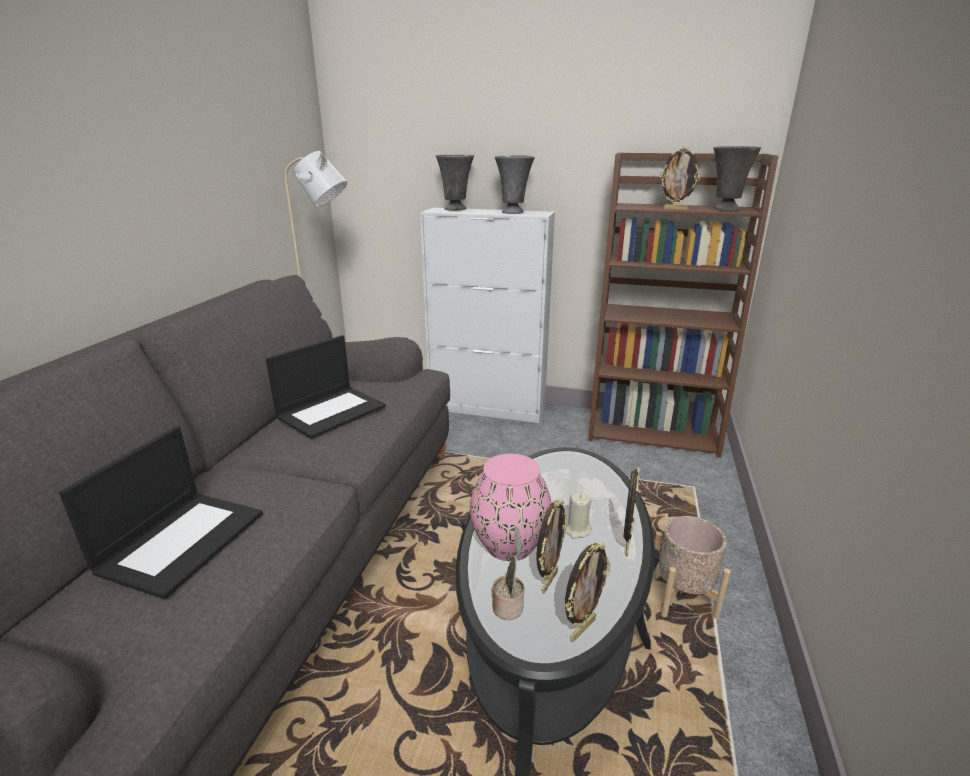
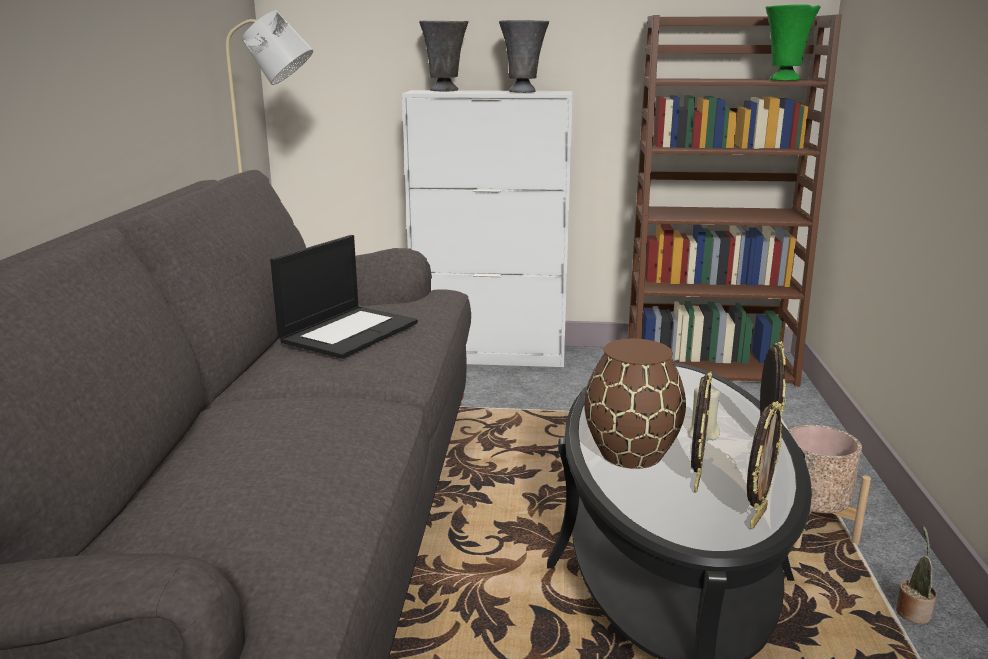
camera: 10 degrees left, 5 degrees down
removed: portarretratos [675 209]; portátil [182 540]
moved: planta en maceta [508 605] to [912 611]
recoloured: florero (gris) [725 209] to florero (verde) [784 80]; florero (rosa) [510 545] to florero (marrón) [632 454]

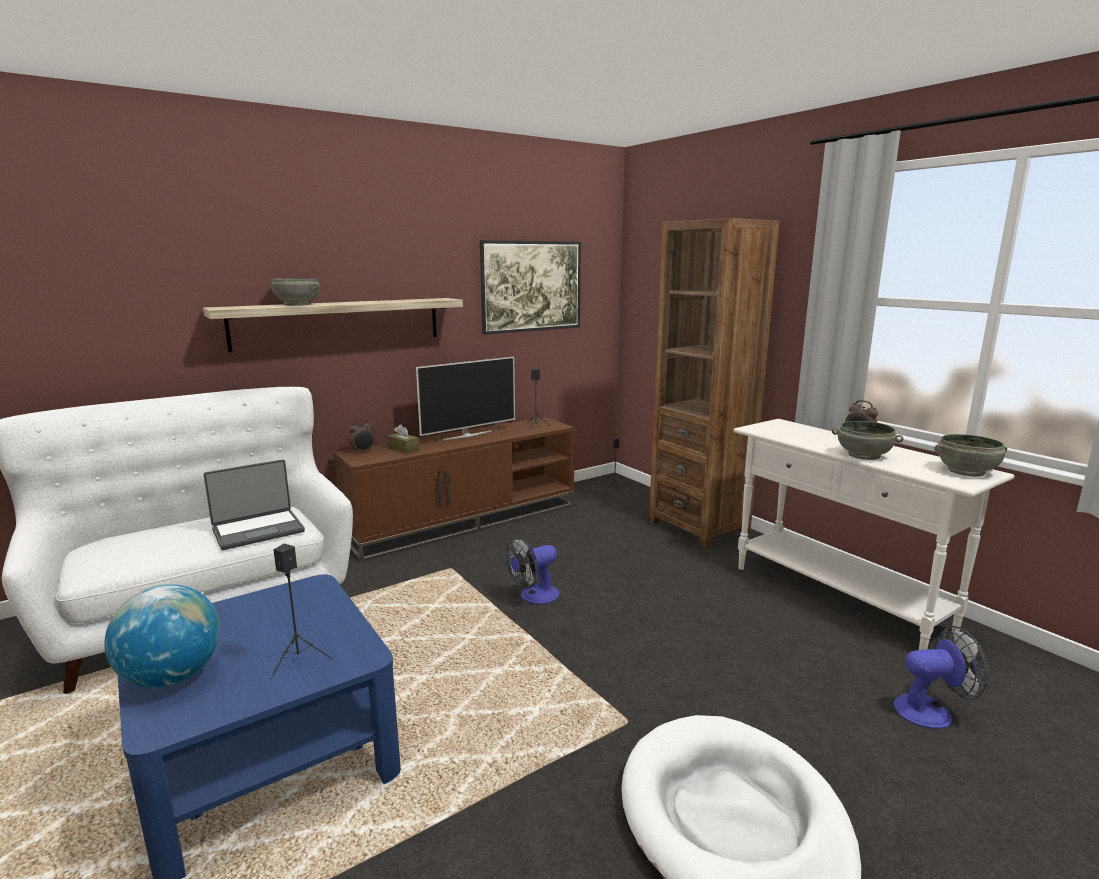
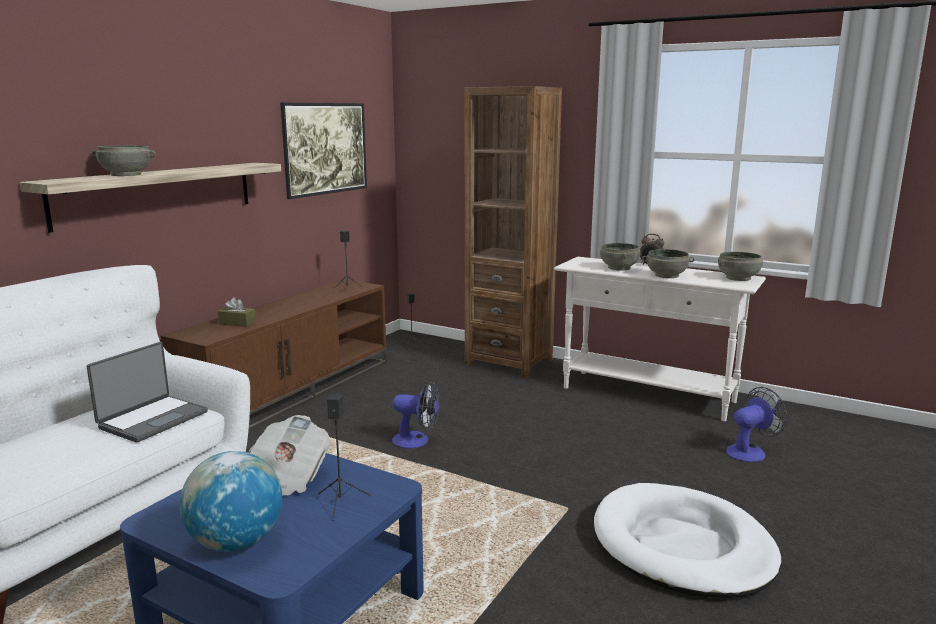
camera: 25 degrees left, 0 degrees up
removed: televisor [467 435]; despertador [363 452]
added: cuenco (gris) [619 268]; periódico [286 478]
turned: ventilador [534 596] = [417 441] 105 degrees counterclockwise

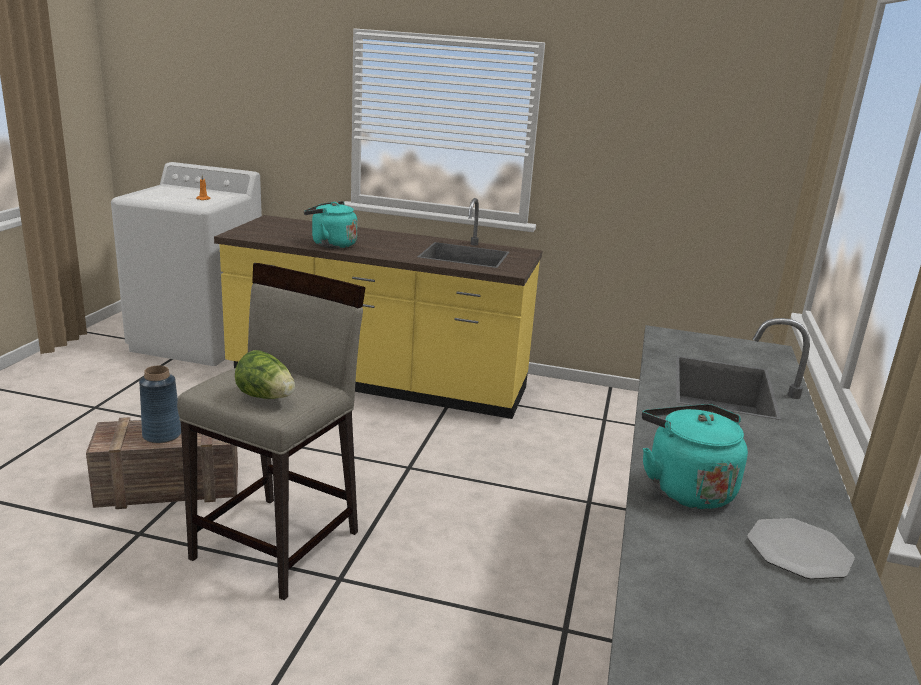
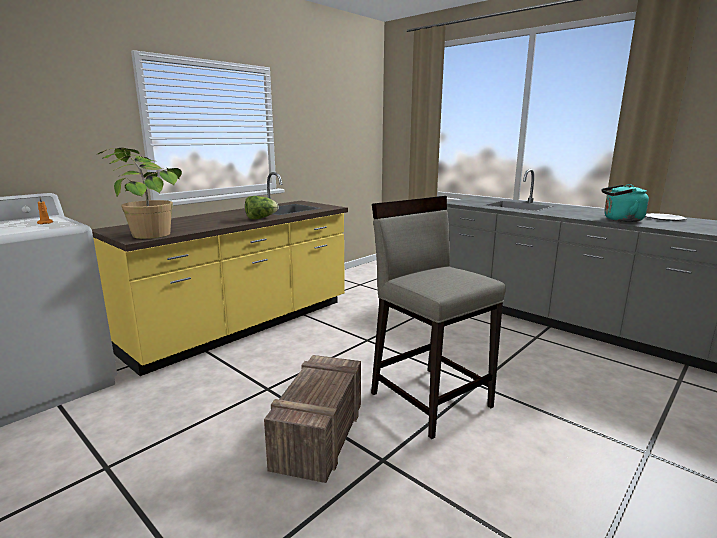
camera: 60 degrees left, 5 degrees down
removed: hervidor (turquesa) [331 244]; florero (azul) [162 435]
added: planta en maceta [146 231]
moved: lechuga [266 397] to [261 218]

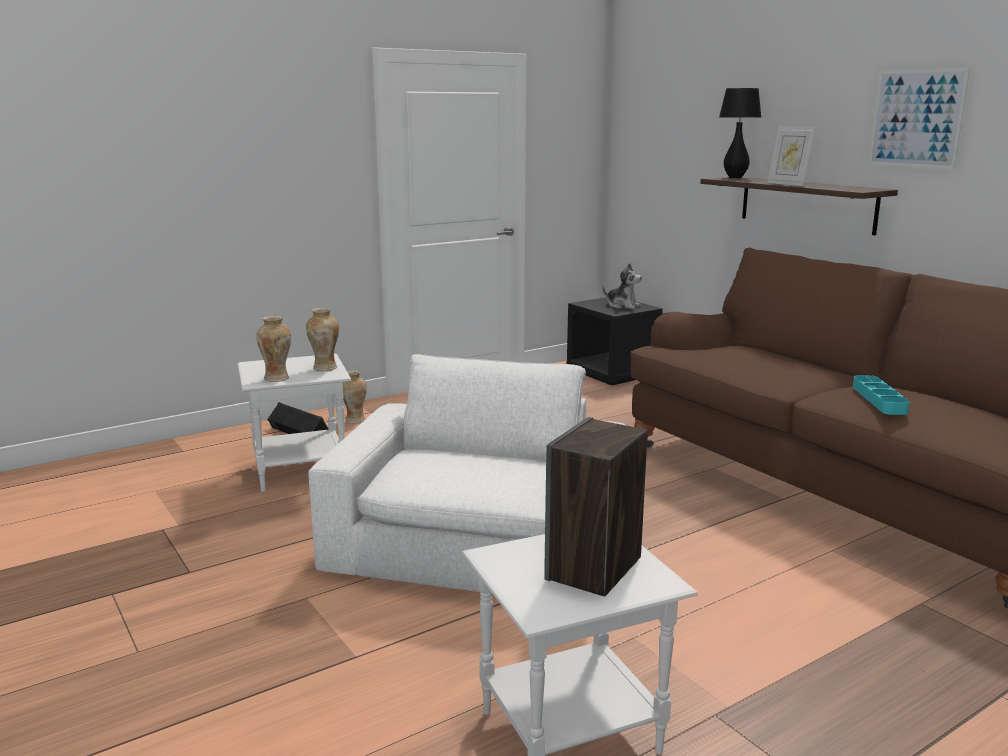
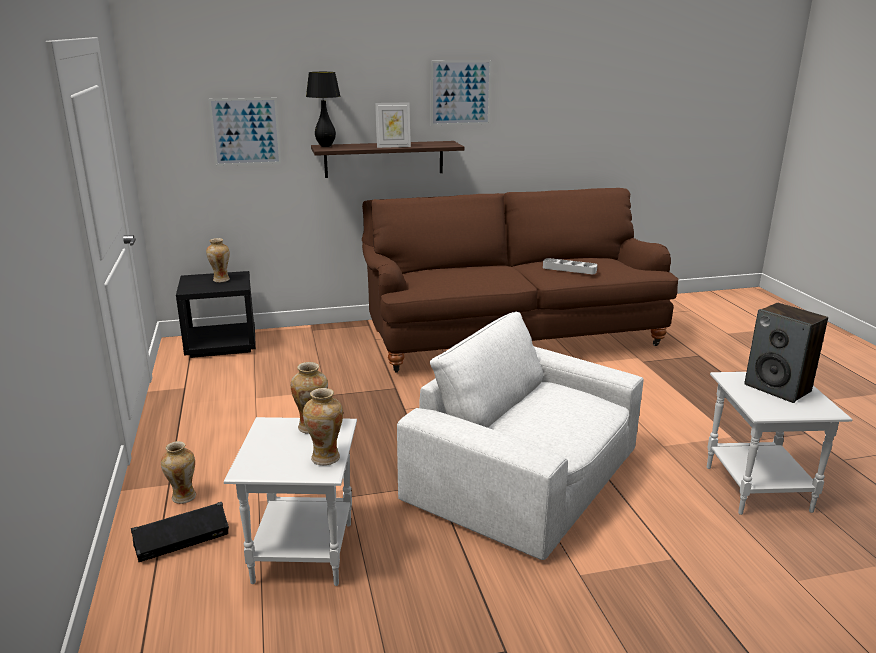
camera: 70 degrees left, 5 degrees up
added: cuadro [245 131]
replaced: peluche [622 306] to florero [220 280]
recoloured: bandeja (turquesa) [879 399] to bandeja (gris) [569 269]

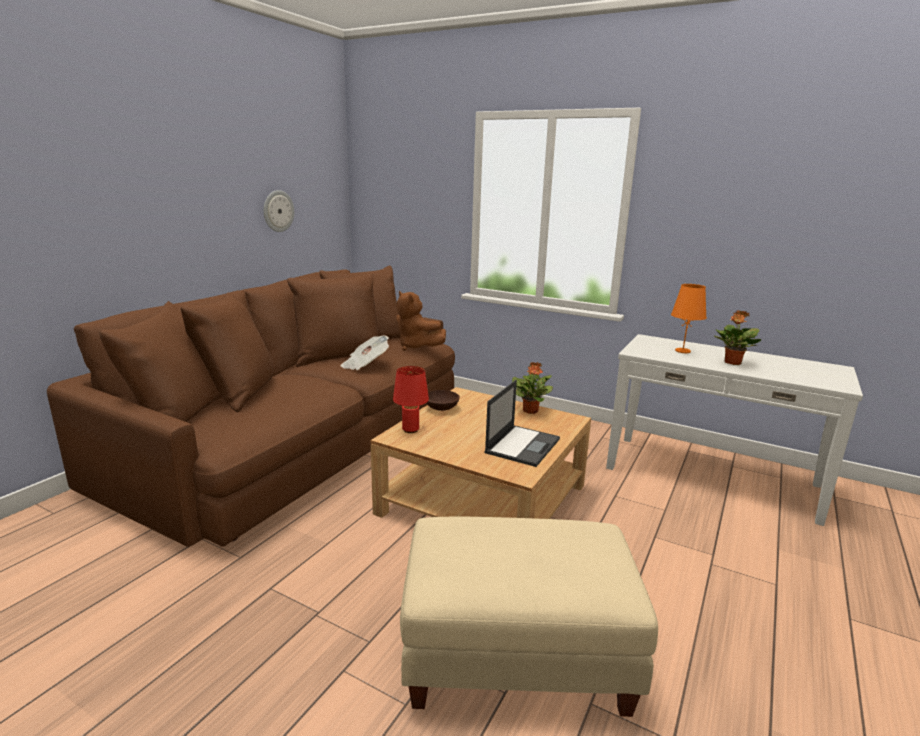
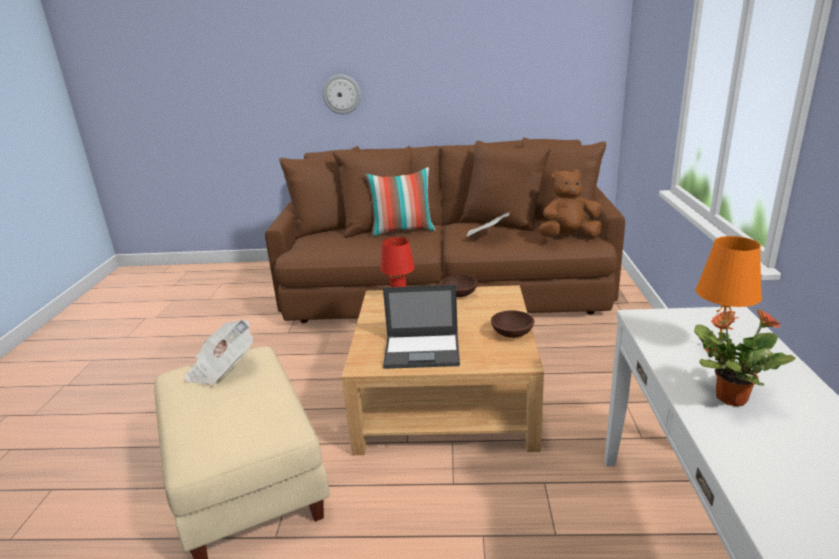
camera: 65 degrees right, 5 degrees up
added: cojín [402 230]; periódico [222 369]
moved: reloj de pared [278 211] to [341 94]
replaced: planta en maceta [530 410] to cuenco (marrón) [512 334]
turned: peluche (marrón) [416 347] = [568 237] 60 degrees clockwise

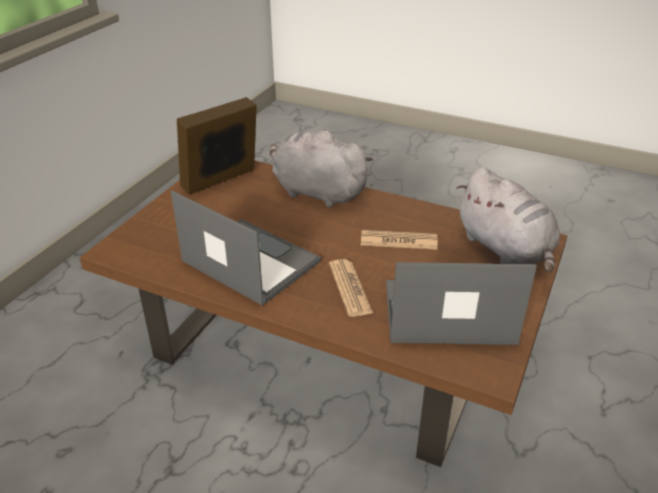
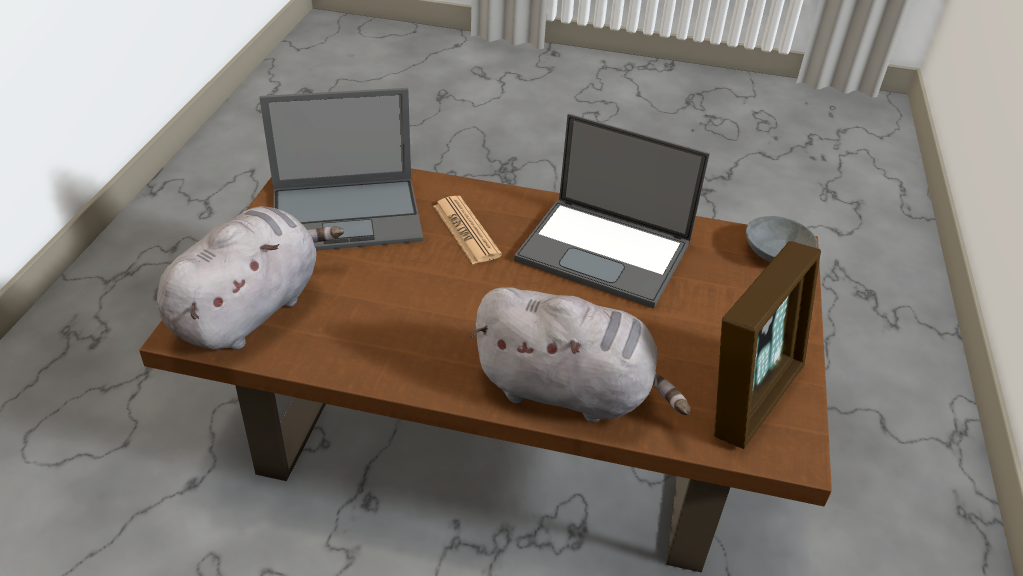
camera: 165 degrees right, 5 degrees up
removed: periódico [398 241]
added: cuenco (gris) [777 253]
turned: peluche (gris) [505 249] = [251 309] 75 degrees clockwise

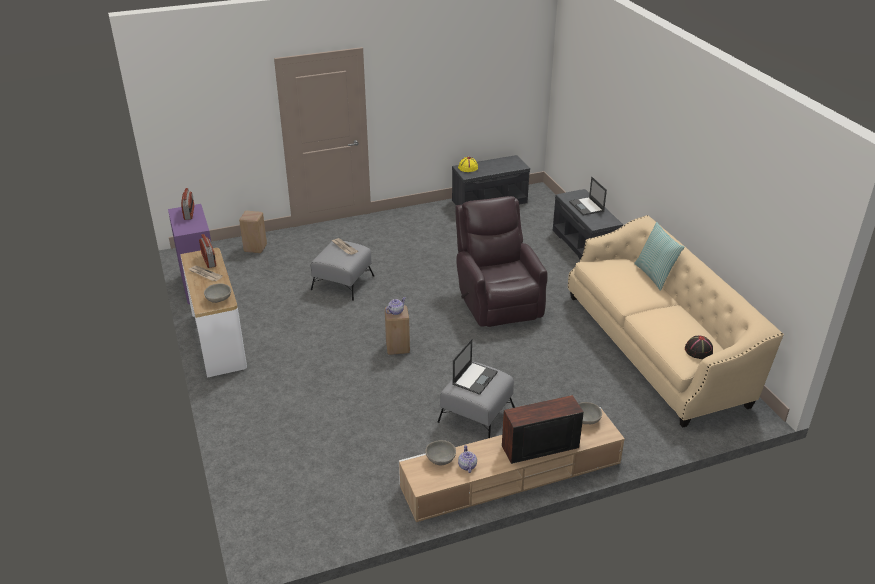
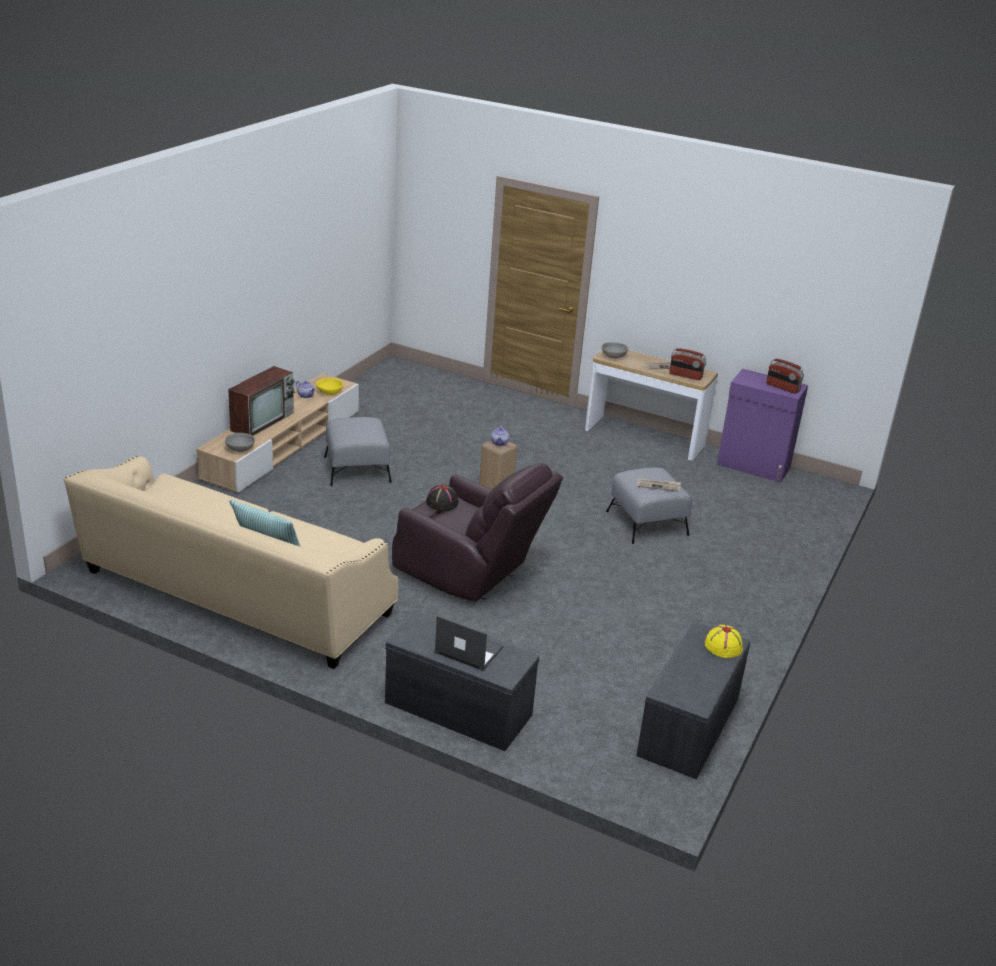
camera: 135 degrees right, 5 degrees down
removed: taburete (beis) [255 248]; portátil [475 378]
moved: sombrero (negro) [698 351] to [441 502]
recoloured: cuenco (gris) [440 459] to cuenco (amarillo) [329 392]

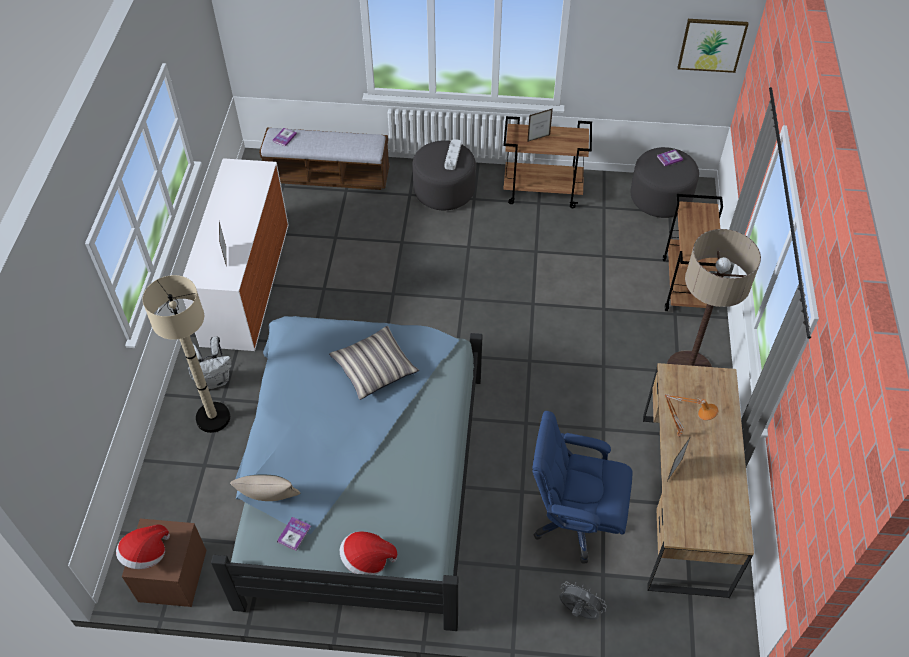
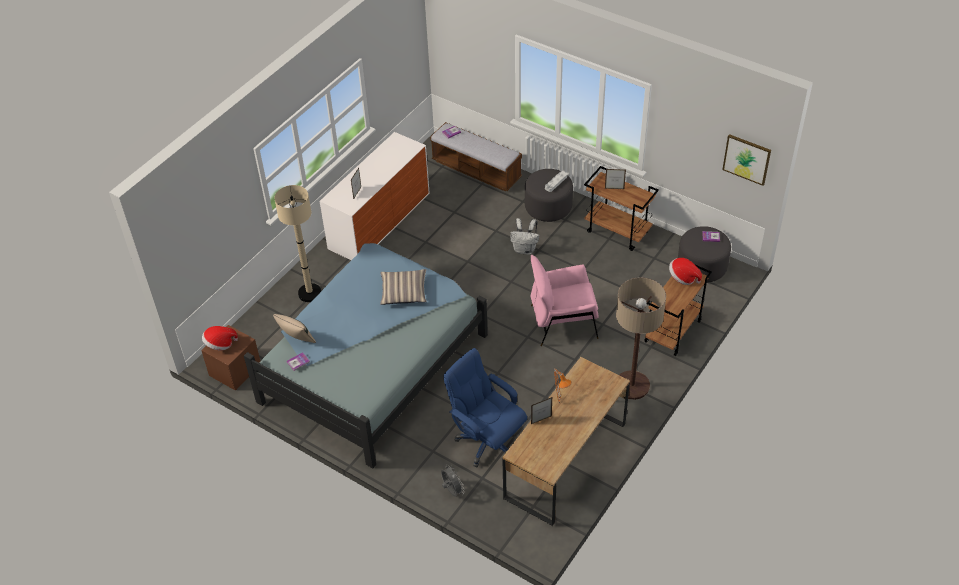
camera: 30 degrees right, 5 degrees down
added: sillón (rosa) [563 322]
moved: mochila (blanco) [215 380] to [525 249]; sombrero [367 559] to [683 277]

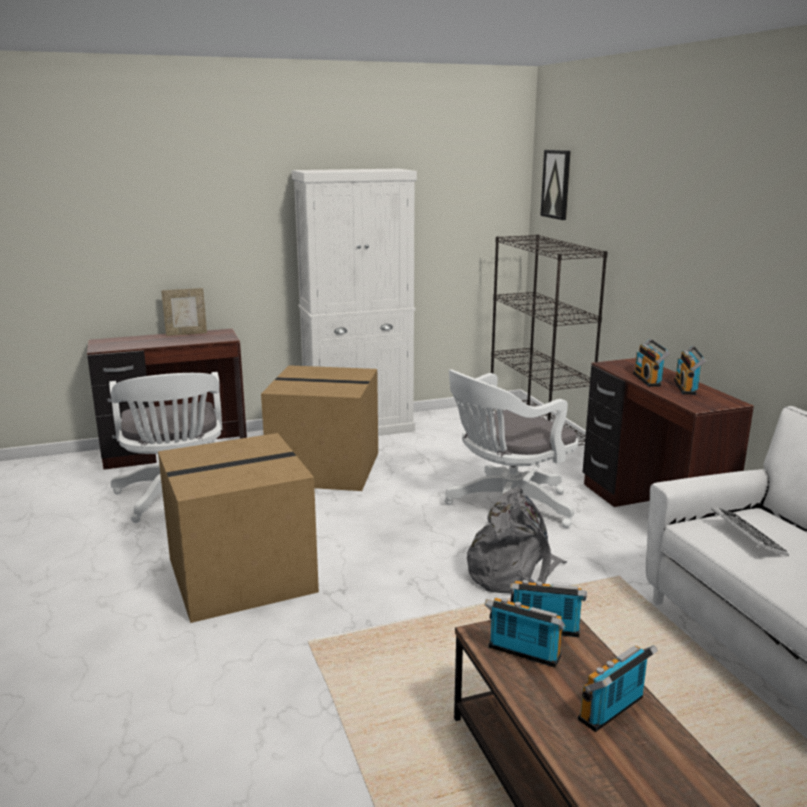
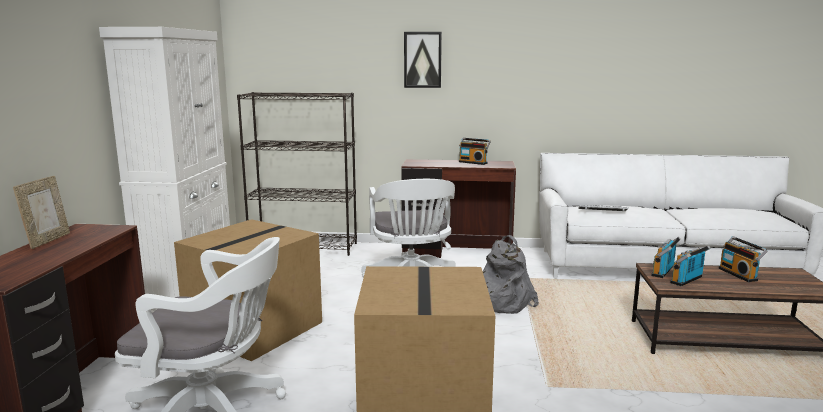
camera: 65 degrees left, 5 degrees down
removed: radio [649 380]
moved: cuadro [556 184] to [422 60]

